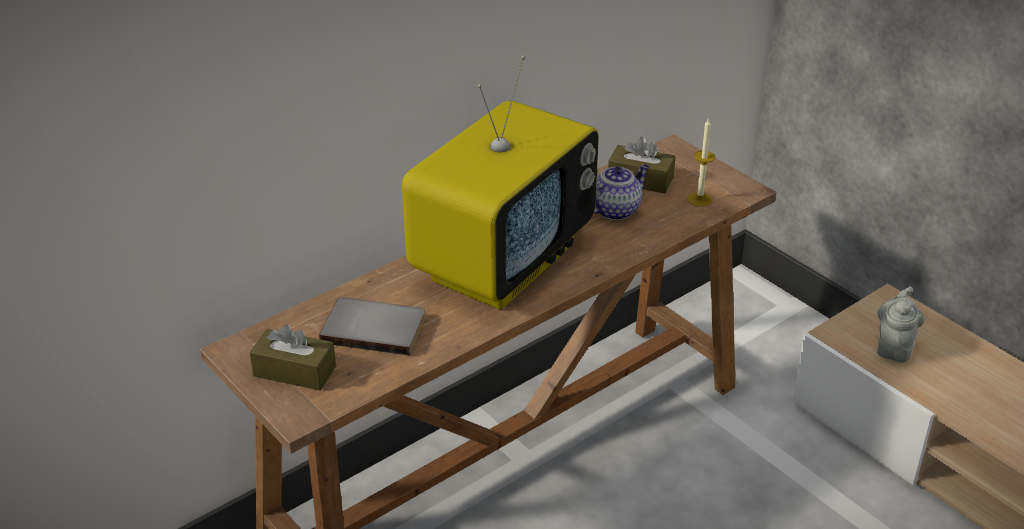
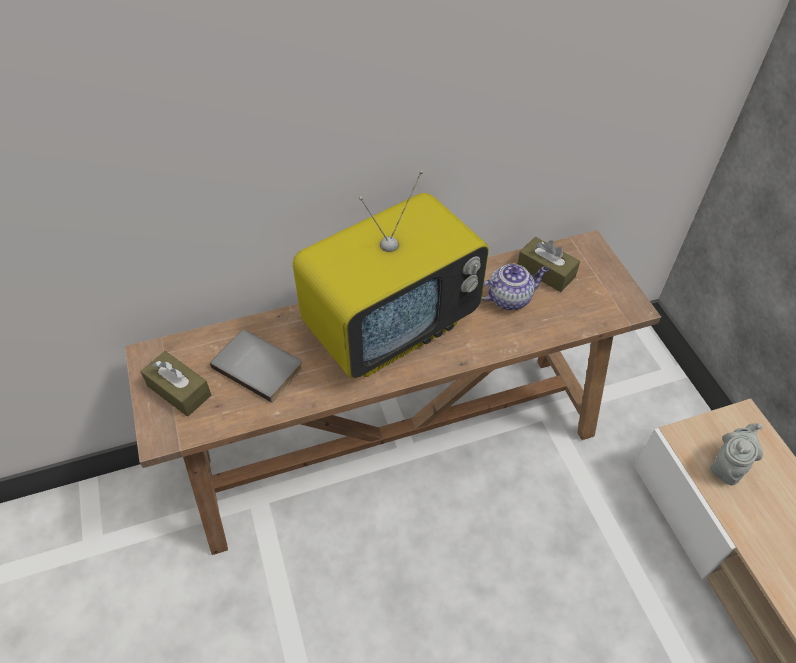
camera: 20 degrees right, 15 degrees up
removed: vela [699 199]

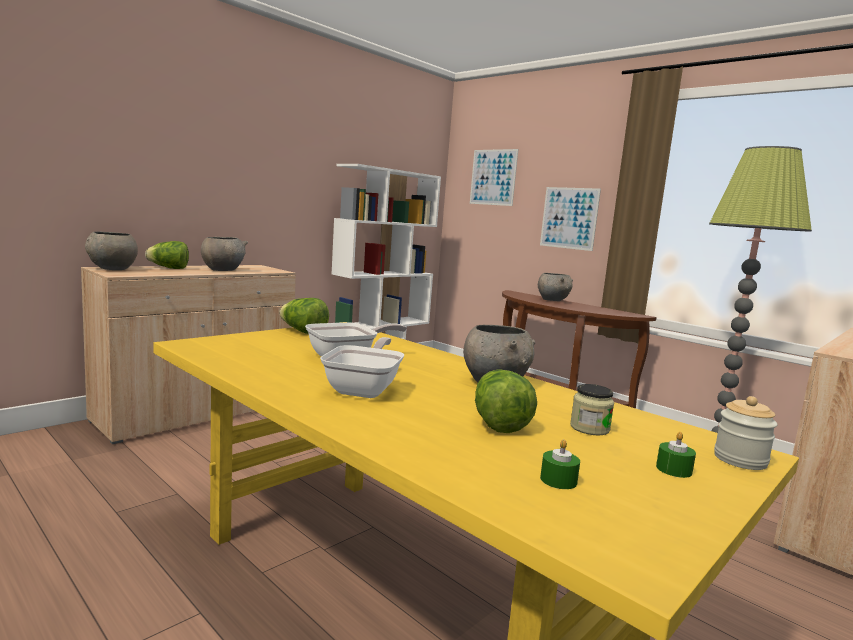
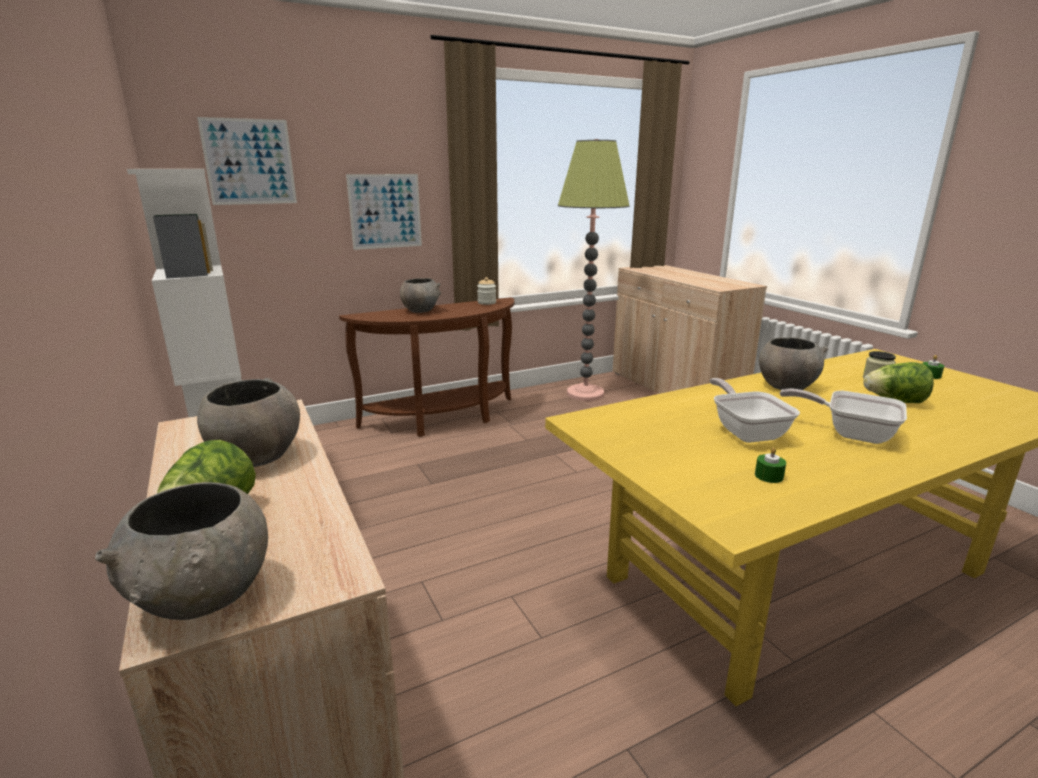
camera: 70 degrees left, 10 degrees up
removed: lechuga [303 332]
moved: tarro [740 460] to [486 302]; vela (verde) [558 480] to [768 476]

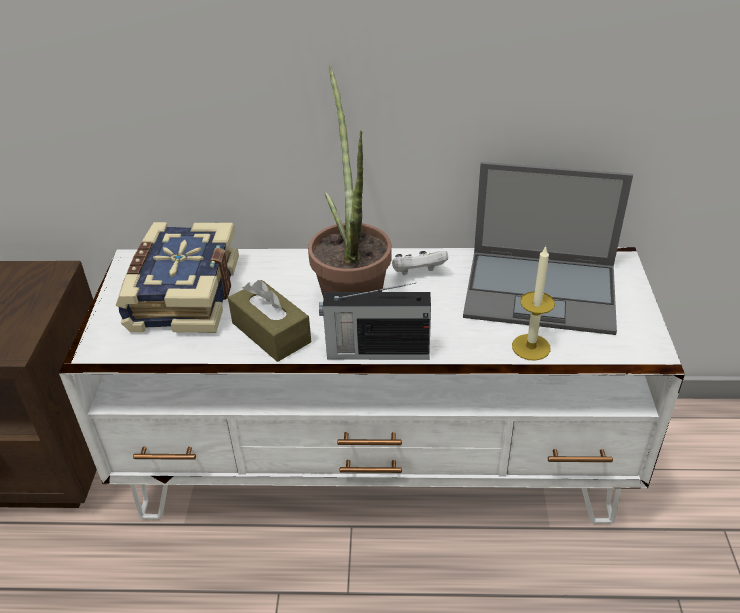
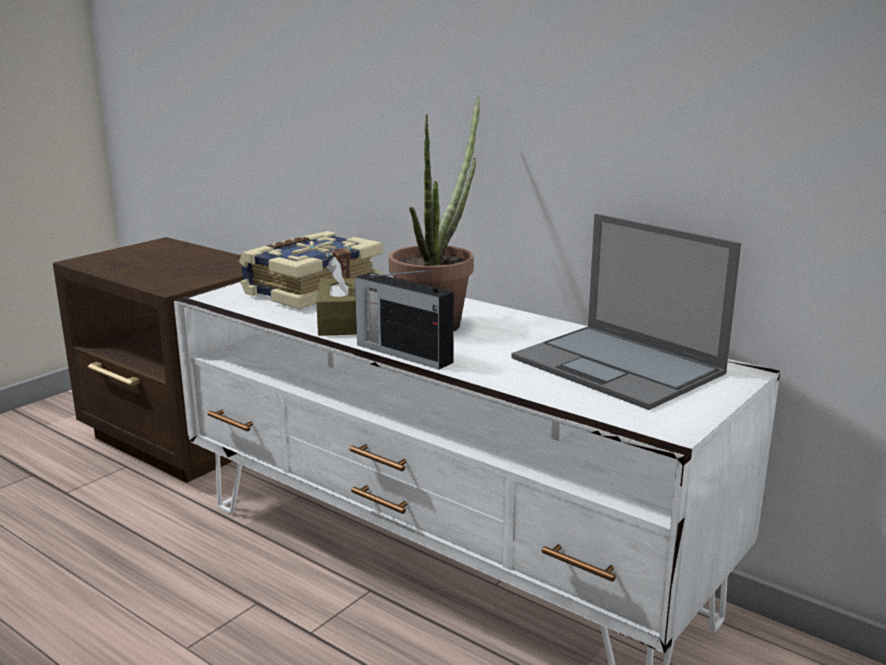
camera: 35 degrees right, 20 degrees down
removed: vela [531 347]; mando de consola (blanco) [418 274]

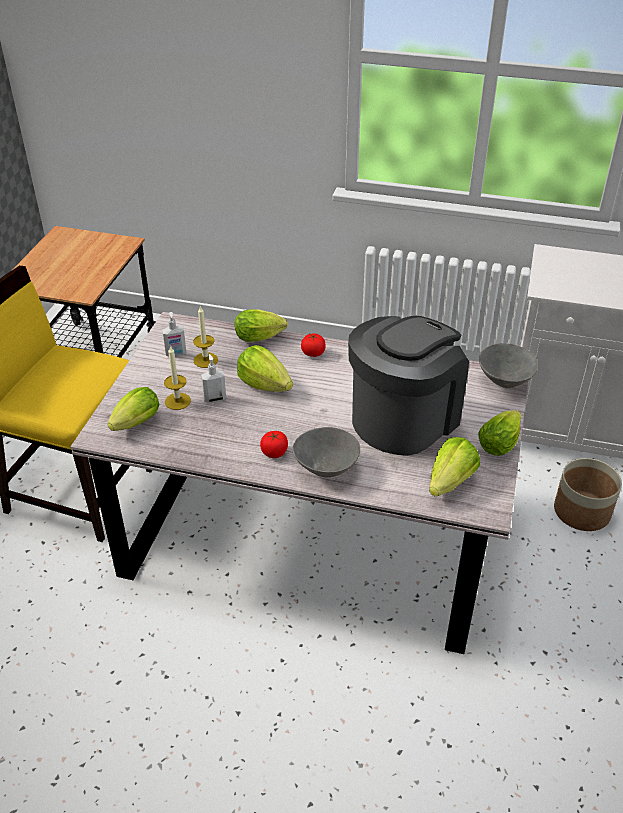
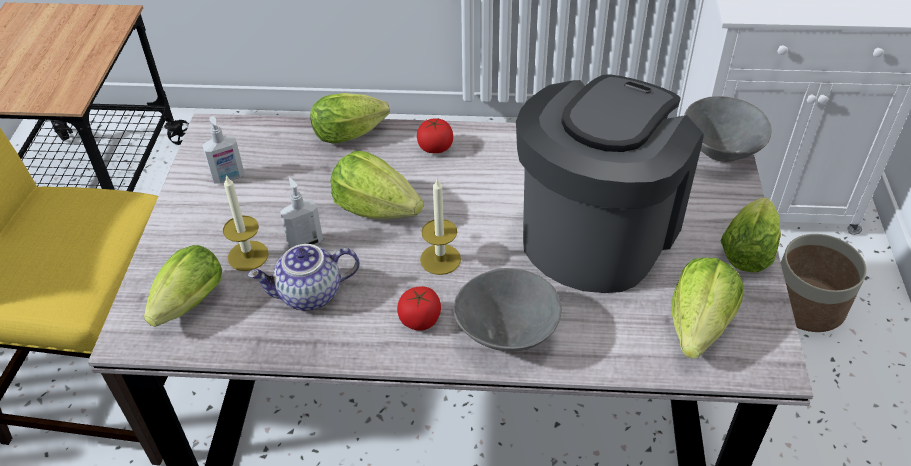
camera: 10 degrees left, 5 degrees up
added: tetera [309 295]
moved: vela [205 360] to [440 259]

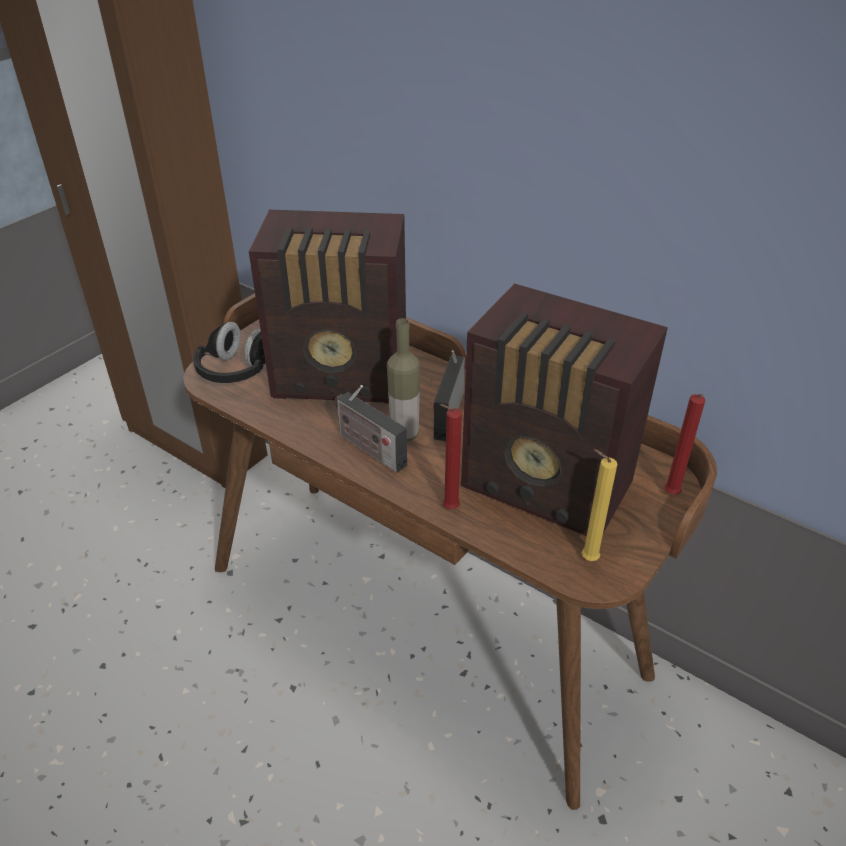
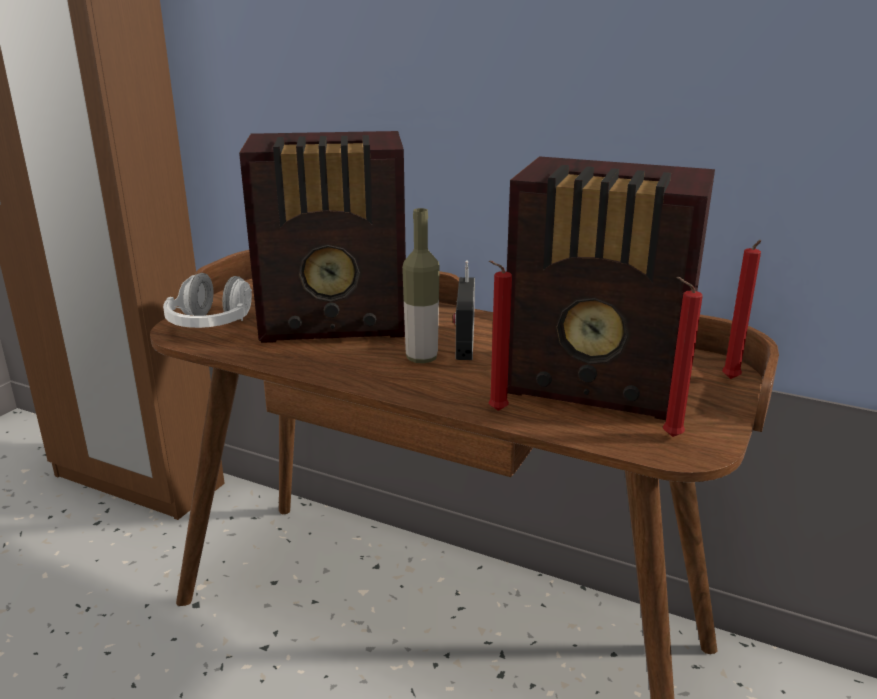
camera: 10 degrees left, 15 degrees down
removed: radio [368 449]
recoloured: auriculares (negro) [236 371] to auriculares (blanco) [212 326]; vela (amarillo) [586 558] to vela (rojo) [669 436]

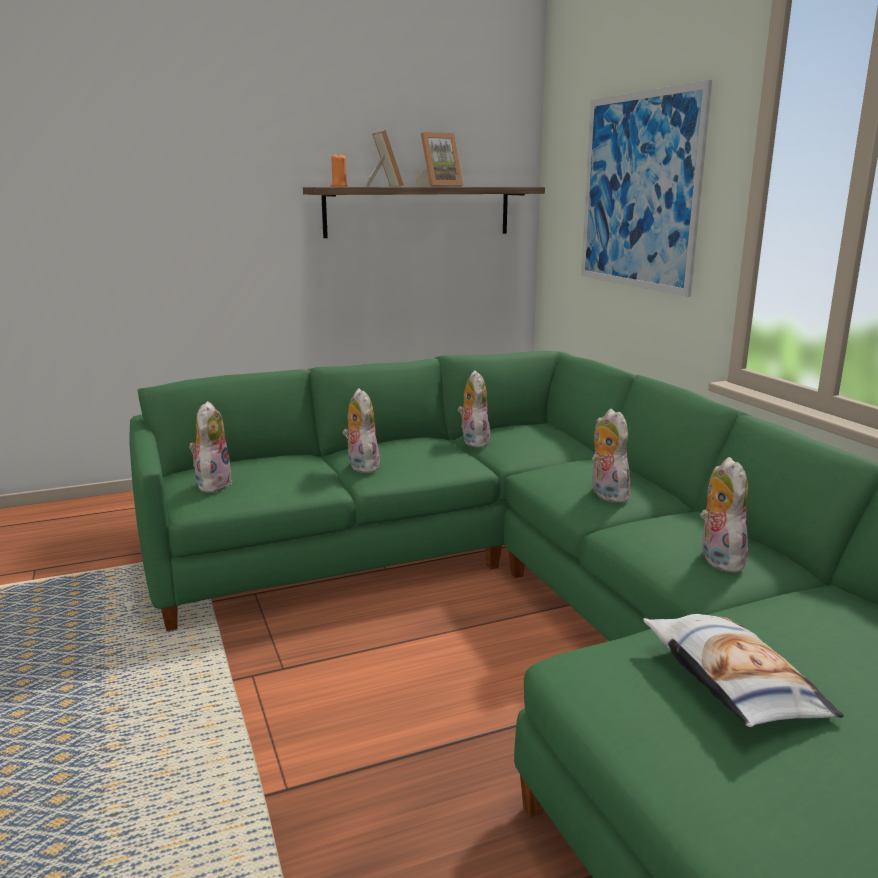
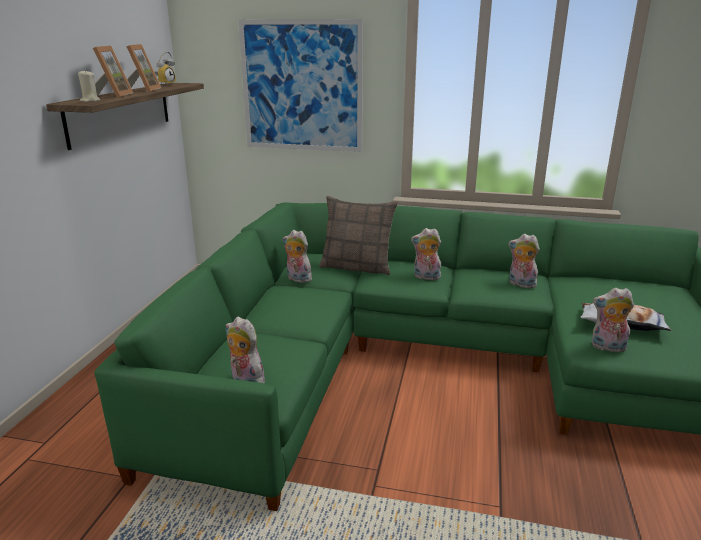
camera: 55 degrees left, 5 degrees up
added: despertador [166 84]; cojín [357 267]
moved: peluche [361 466] to [607 347]
recoloured: vela (naranja) [339 186] to vela (beis) [90 101]
turned: portarretratos [383 186] = [112 96] 75 degrees clockwise

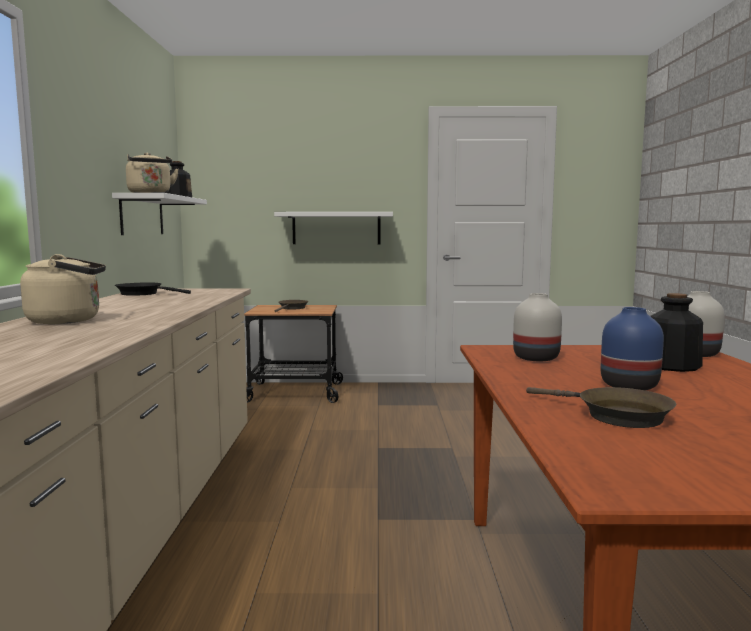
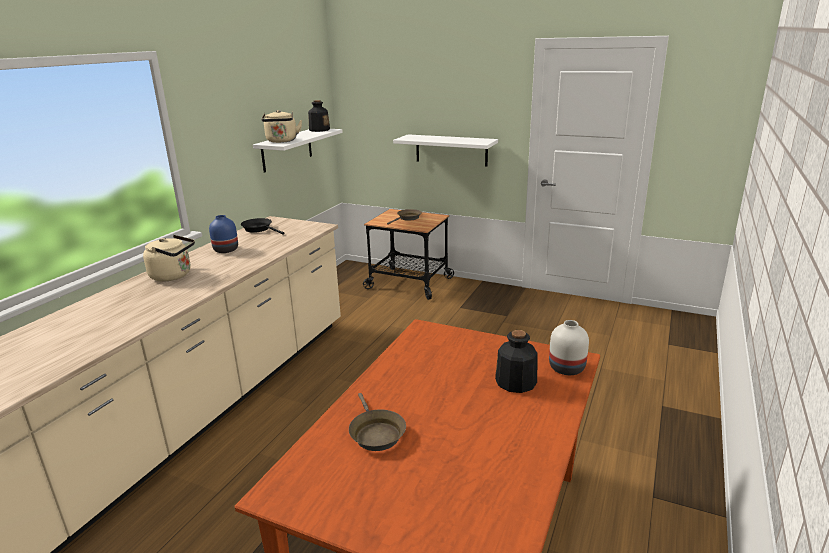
camera: 25 degrees right, 15 degrees up
removed: florero (blanco) [534 358]
moved: florero (azul) [628 385] to [226 250]

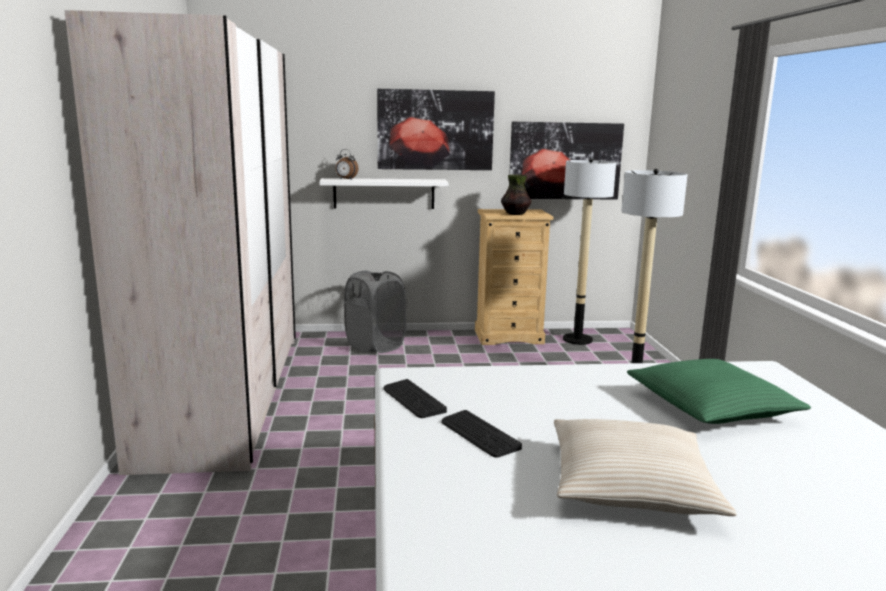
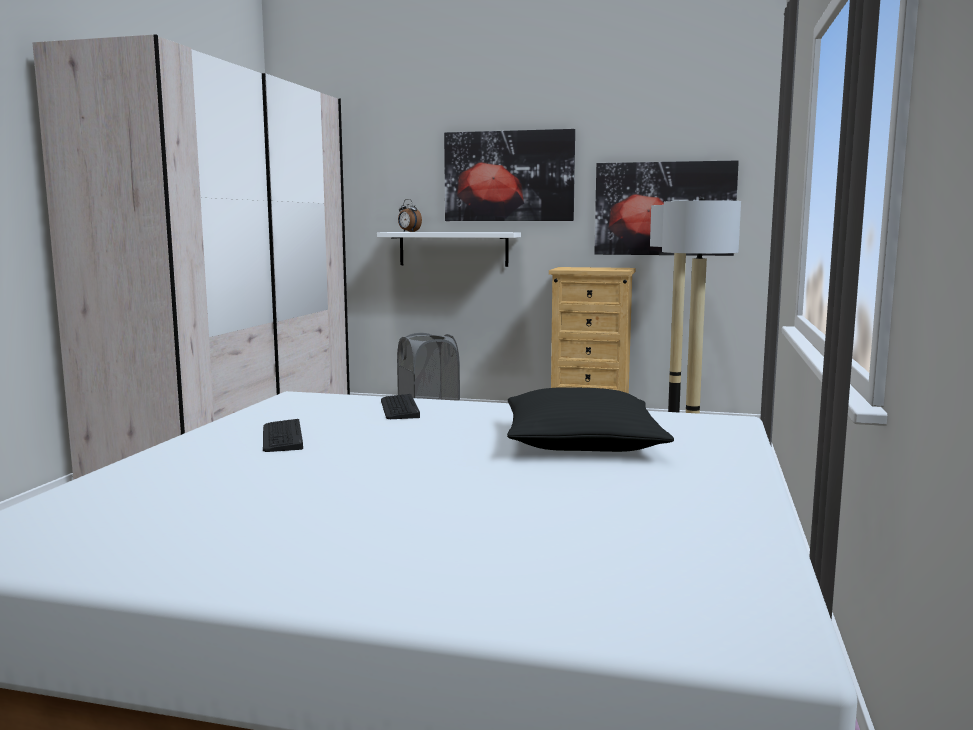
camera: 20 degrees right, 5 degrees down
removed: florero [515 214]; cojín (beis) [630 484]
moved: teclado [413 399] to [399 408]
recoloured: cojín (verde) [710 407] to cojín (negro) [581 441]

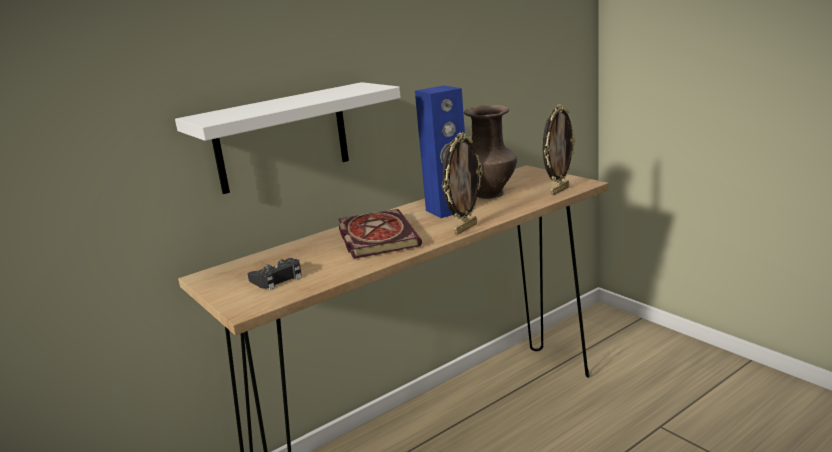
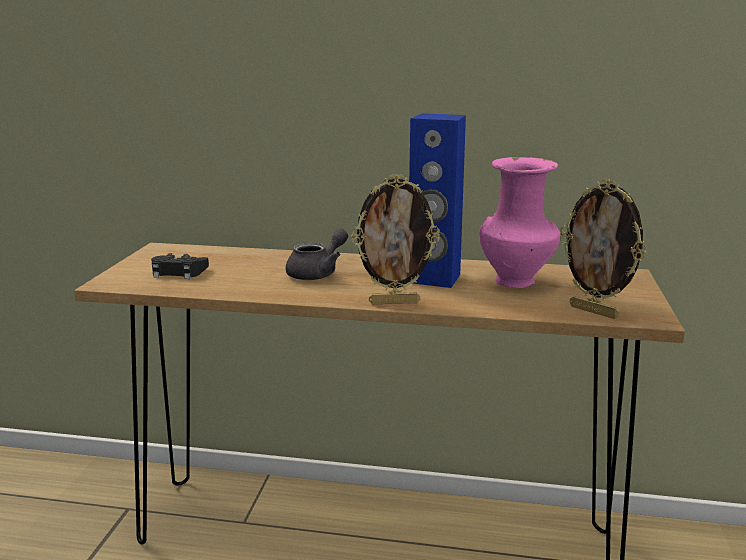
camera: 45 degrees right, 0 degrees up
removed: estante (blanco) [282 138]
replaced: libro [375 237] to tetera (gris) [318 273]
recoloured: florero (marrón) [490 194] to florero (rosa) [516 282]
turned: portarretratos [559 190] = [594 311] 45 degrees clockwise

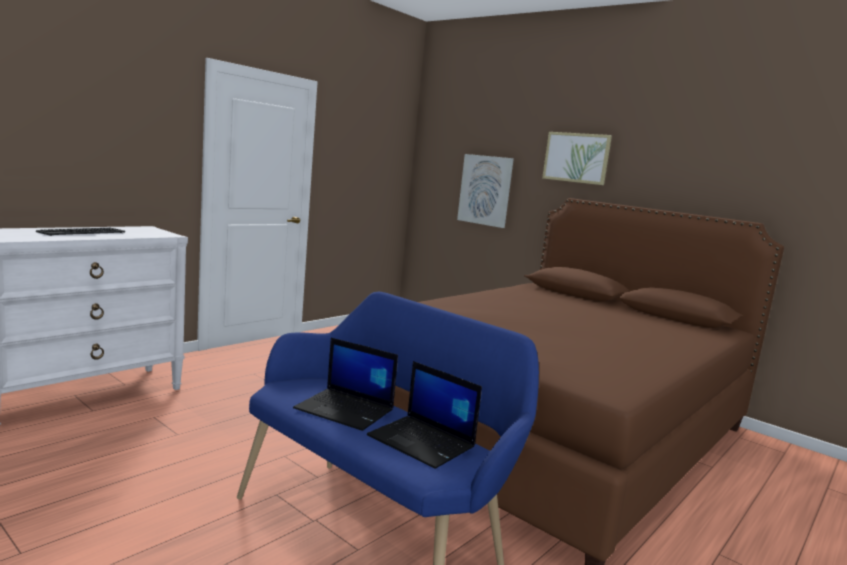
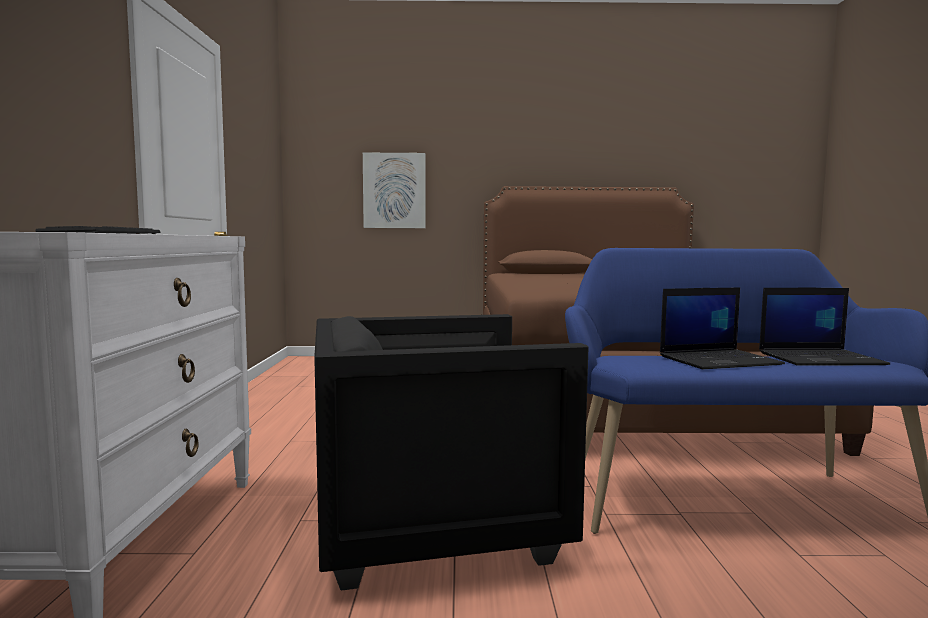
camera: 40 degrees left, 5 degrees down
removed: cuadro [576 157]
added: sillón (negro) [435 525]

